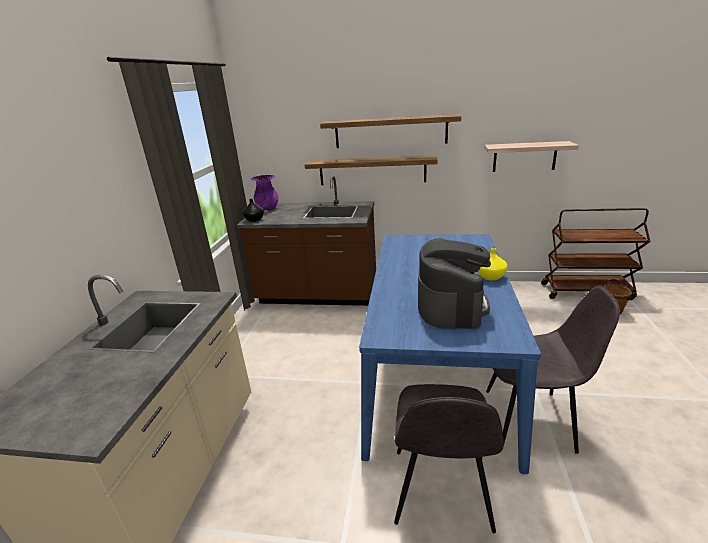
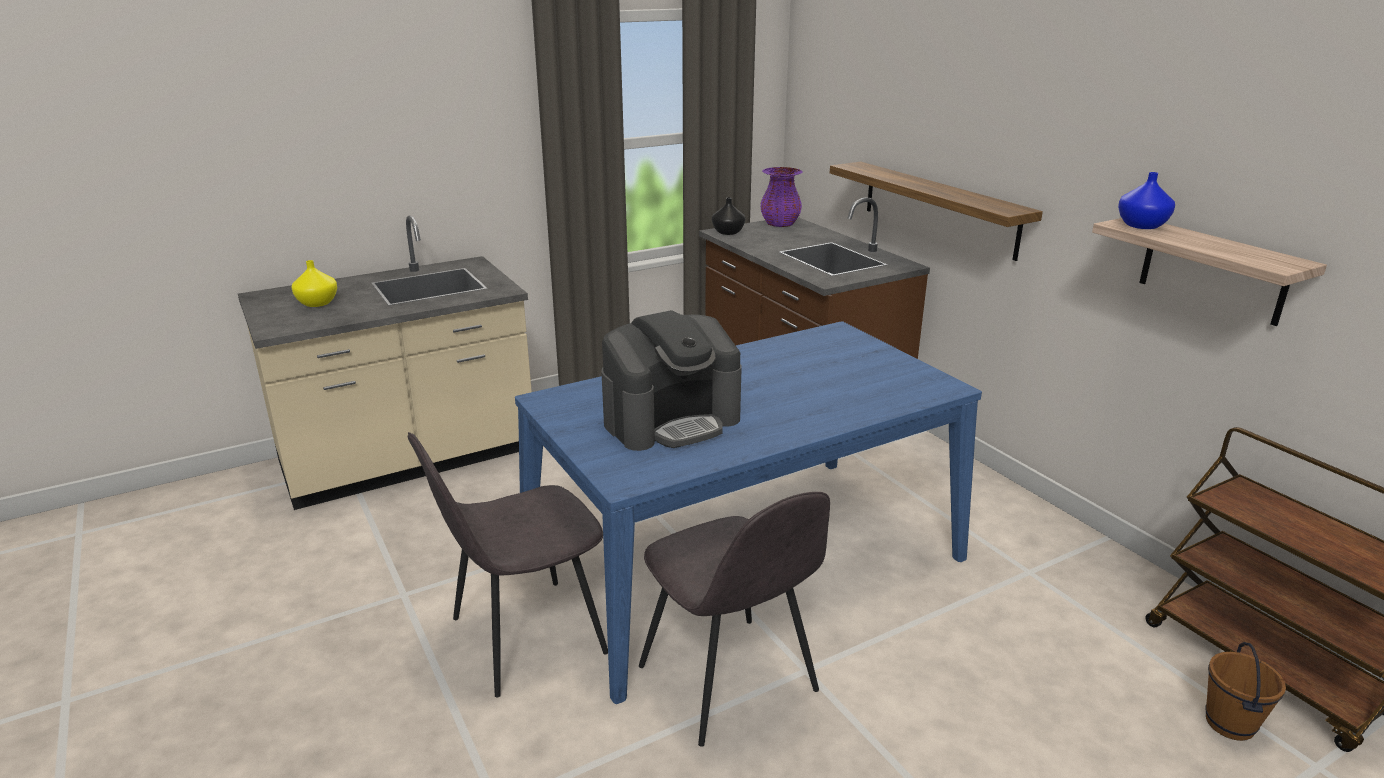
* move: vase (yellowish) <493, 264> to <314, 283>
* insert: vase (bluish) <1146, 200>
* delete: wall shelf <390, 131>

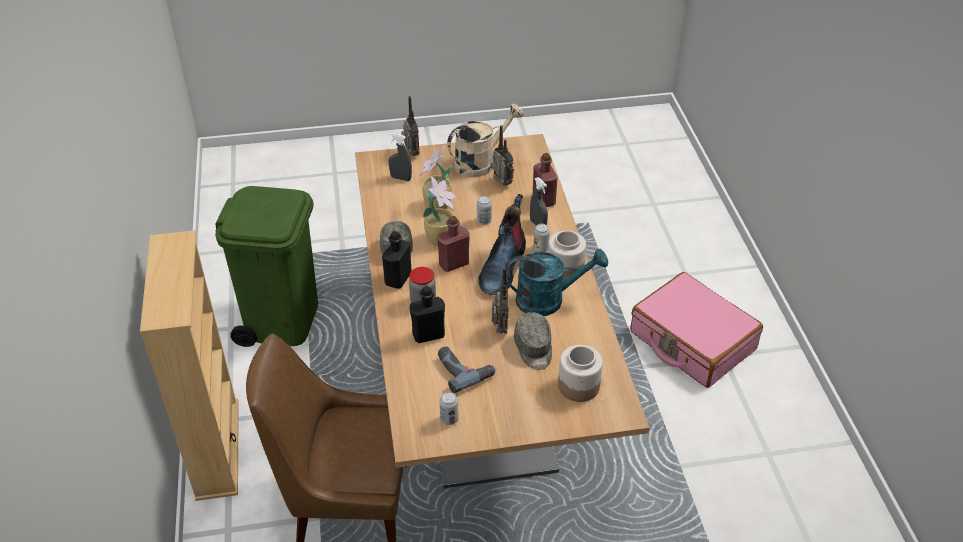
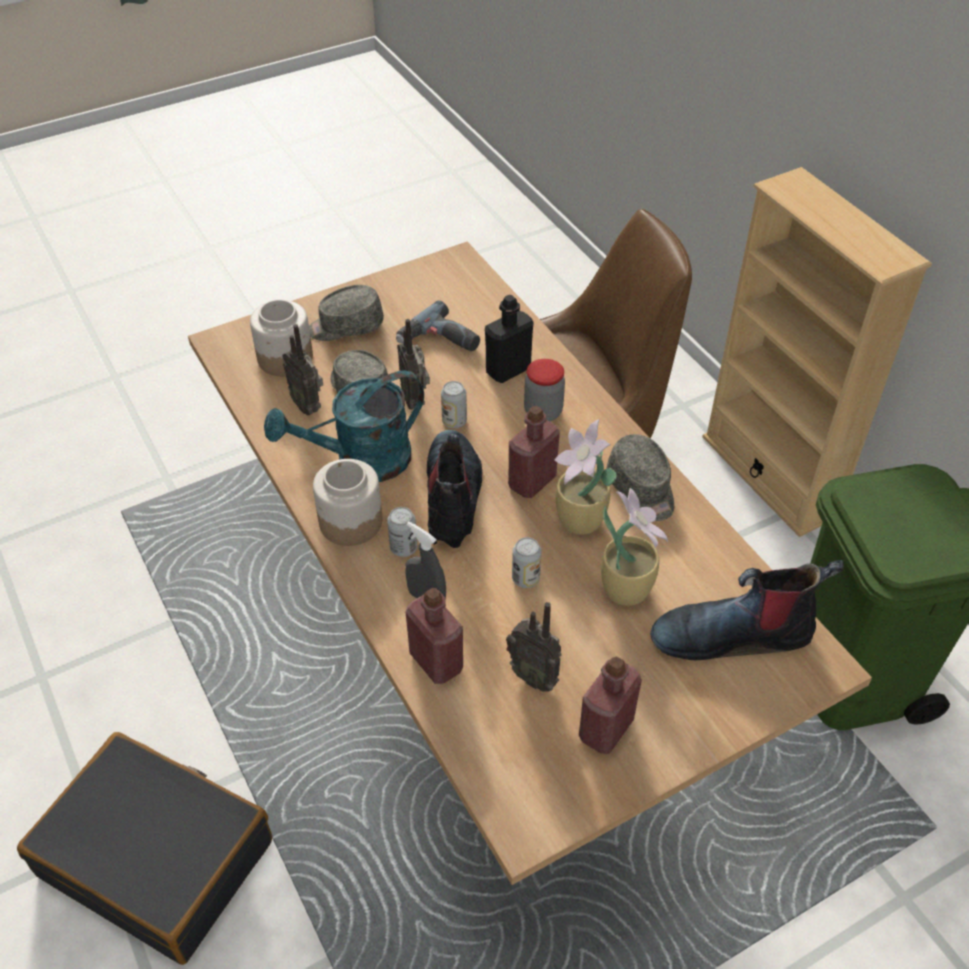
* recolor: suitcase (pink) <697, 330> to suitcase (blackish) <144, 848>
* move: radio <410, 126> to <302, 370>
* insert: baseball cap (greyish) <346, 313>
* move: can <449, 408> to <454, 404>
* replace: watering can (beige) <485, 140> to beverage bottle (red) <610, 705>
* replace: spray bottle (greyish) <400, 157> to tall boot <747, 610>
* delete: beverage bottle (blackish) <397, 260>

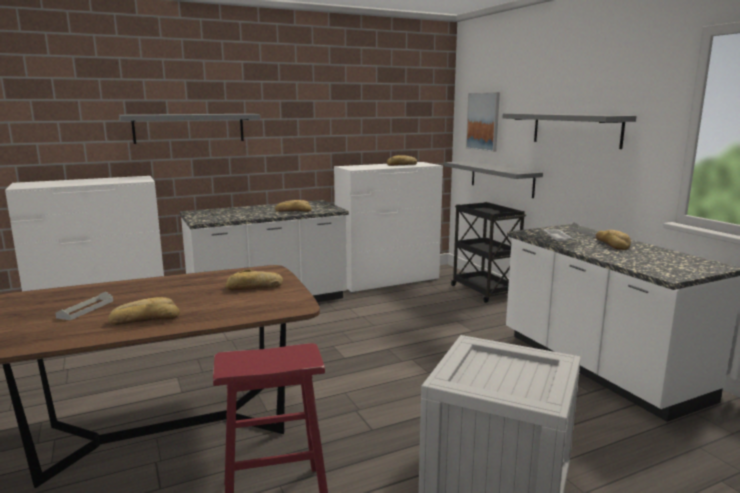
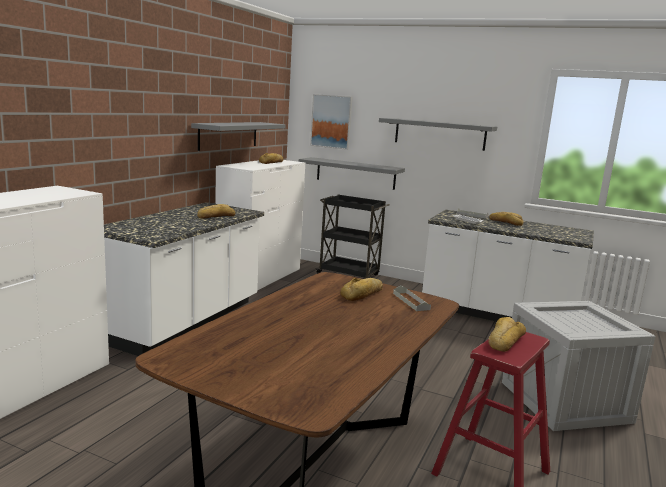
* move: wall shelf (greyish) <190, 129> to <238, 136>
* move: carrying tray (greyish) <84, 306> to <412, 298>
* move: baked bread <144, 311> to <507, 334>

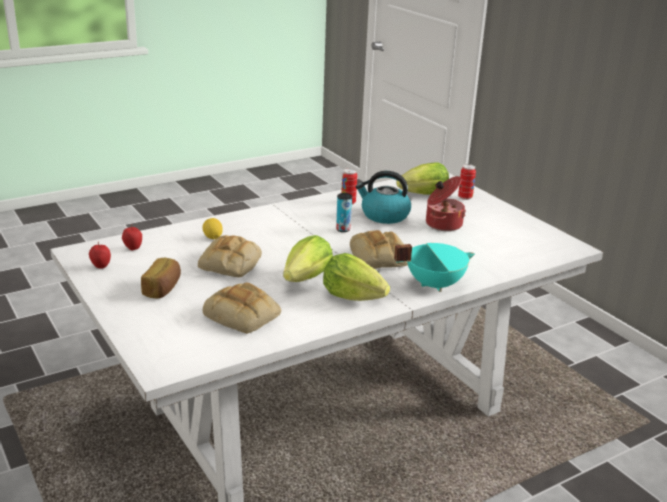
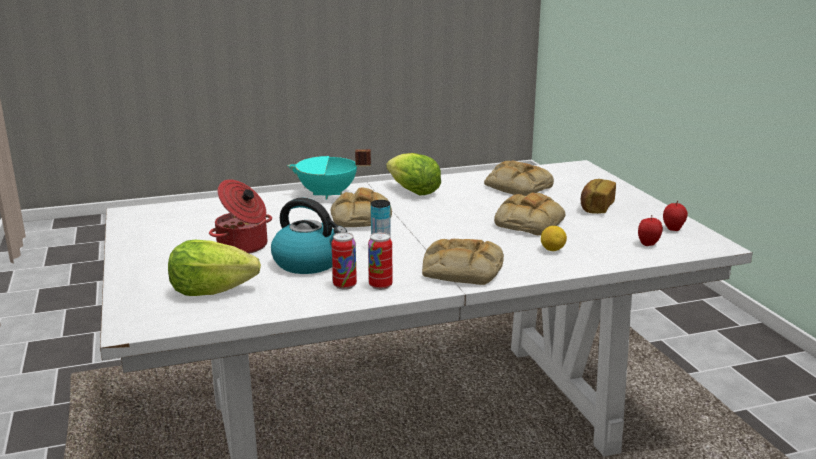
* move: can <467, 182> to <380, 261>
* insert: baked bread <463, 262>
* delete: lettuce head <308, 258>

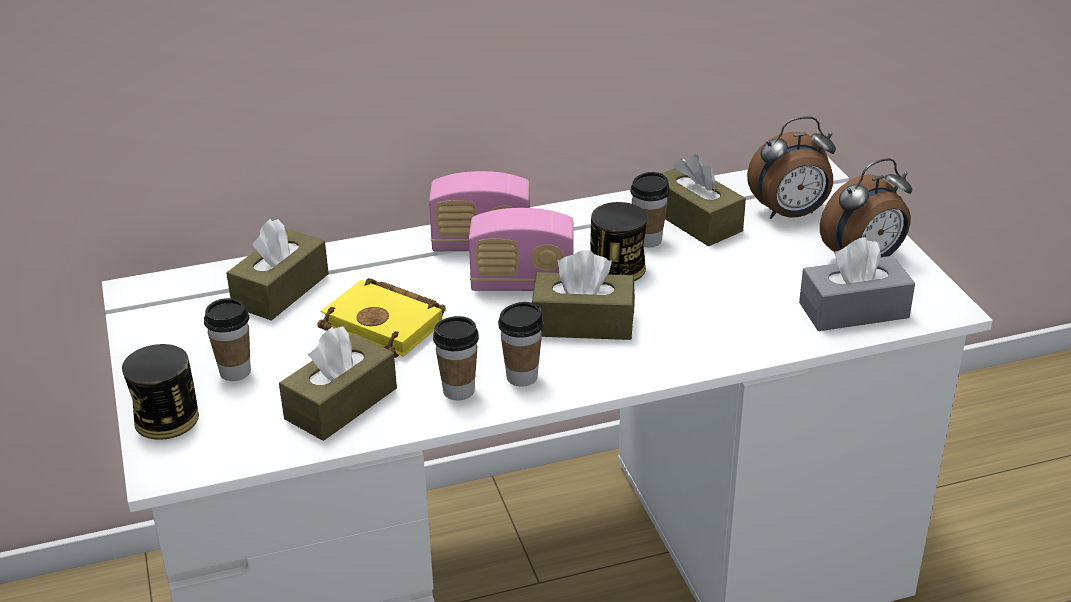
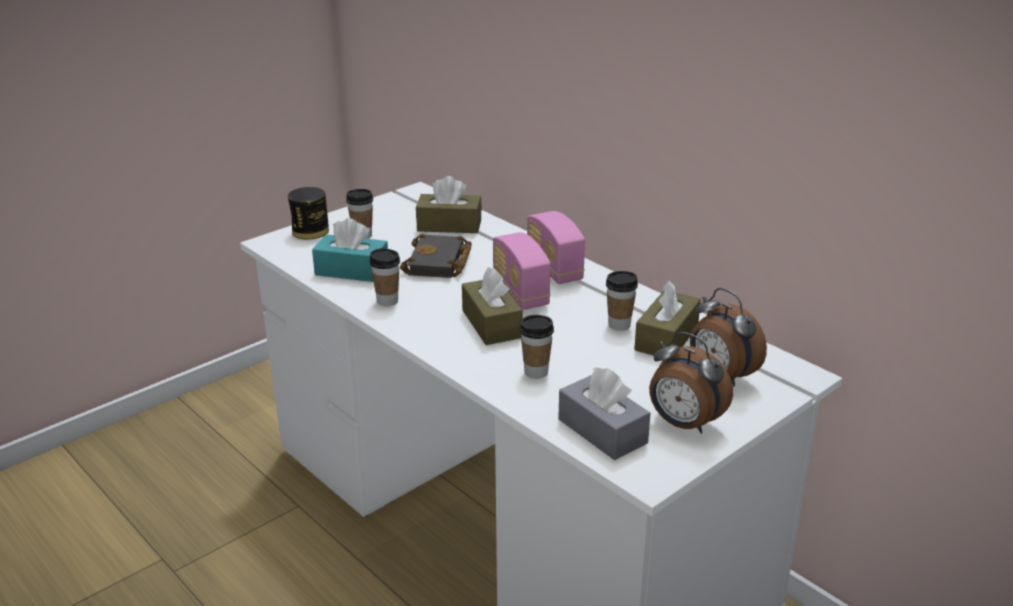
* recolor: tissue holder (brown-coloured) <338, 384> to tissue holder (blue-green) <350, 250>
* recolor: volume (yellowish) <381, 318> to volume (blackish) <436, 256>
* move: drinking cup <521, 344> to <537, 347>
* delete: can <619, 241>

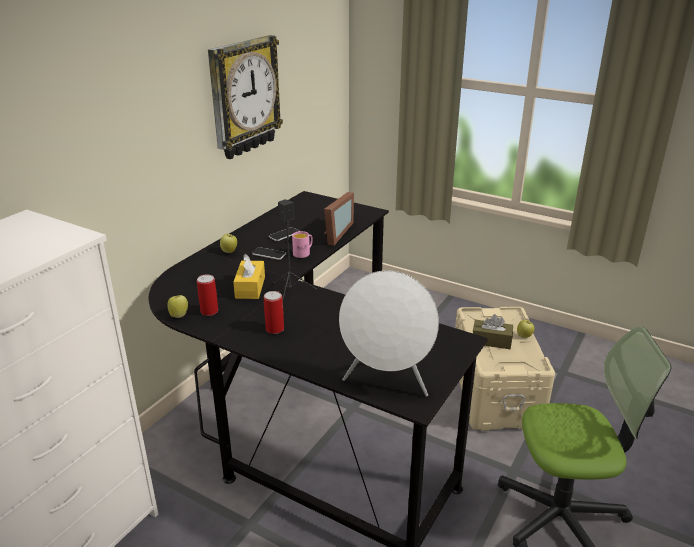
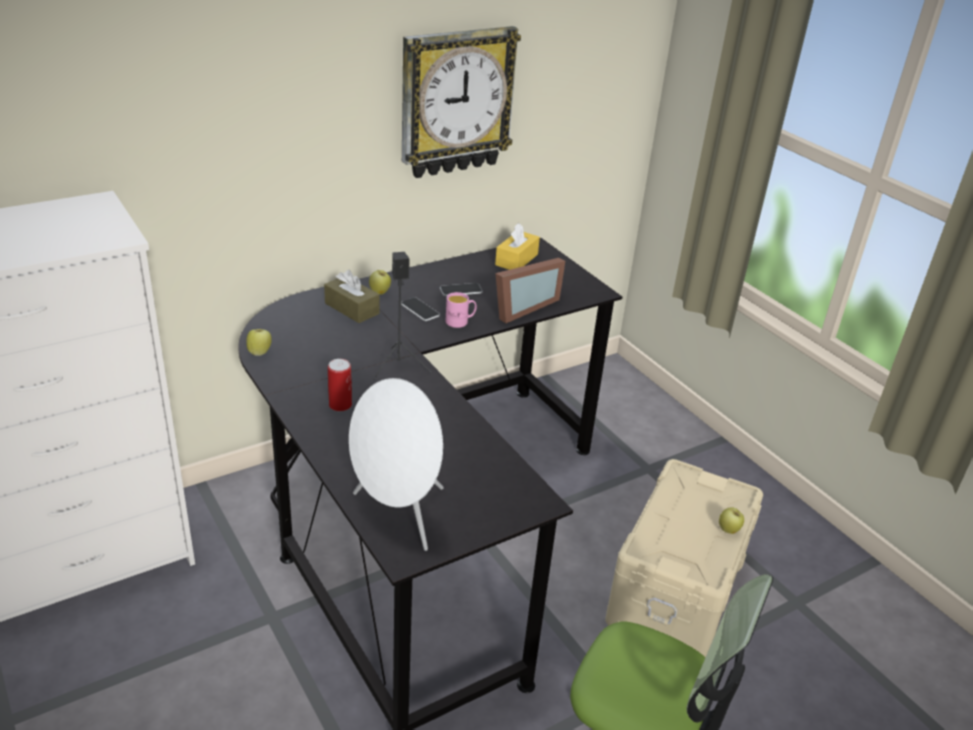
* move: tissue holder (brown-coloured) <493, 331> to <352, 296>
* move: tissue holder (yellowish) <249, 276> to <517, 246>
* delete: can <207, 295>

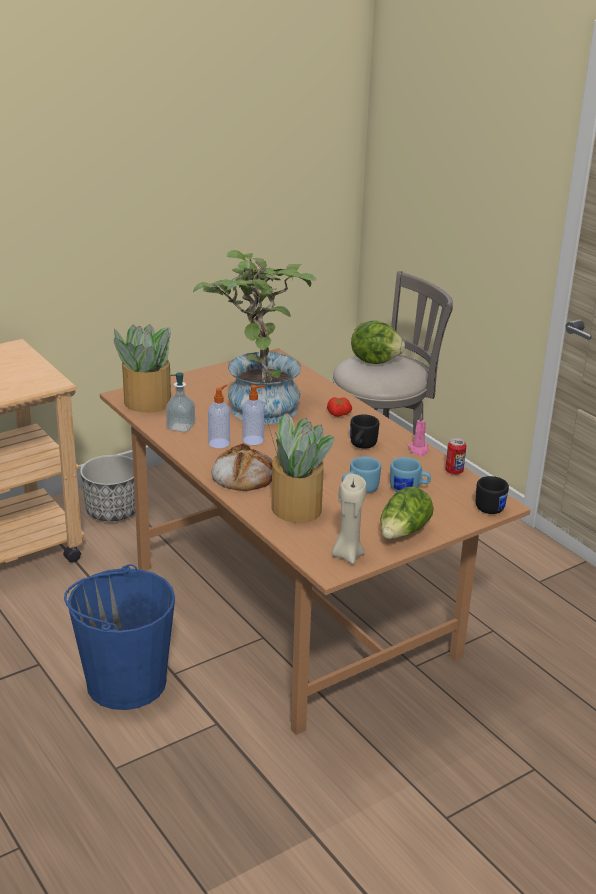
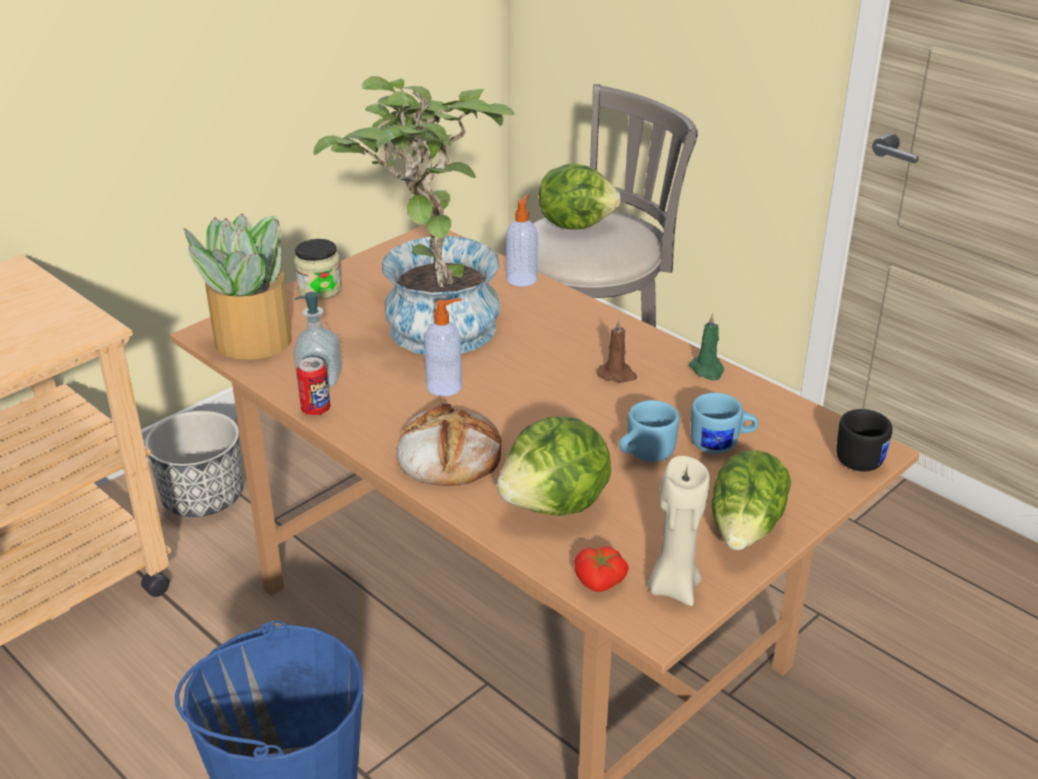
* insert: storage jar <318, 269>
* move: can <455, 456> to <313, 386>
* replace: plant in a pot <301, 468> to lettuce head <554, 466>
* move: liquid soap bottle <219, 416> to <522, 240>
* move: fresh tomato <339, 407> to <601, 569>
* replace: coffee mug (blackish) <364, 431> to wax candle (brown-coloured) <617, 350>
* recolor: wax candle (pink) <418, 435> to wax candle (green-coloured) <706, 347>

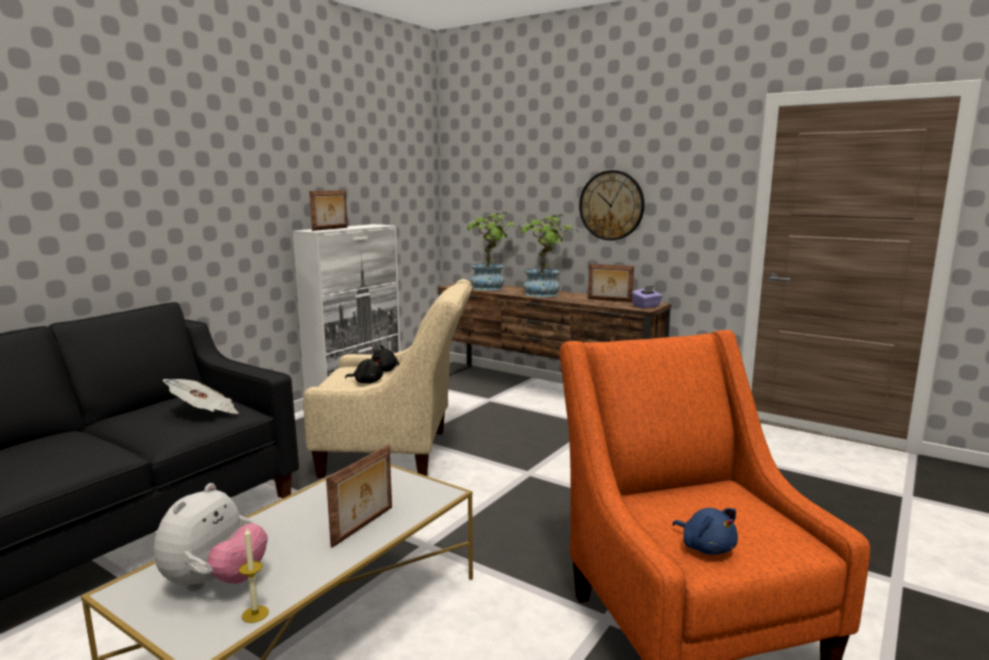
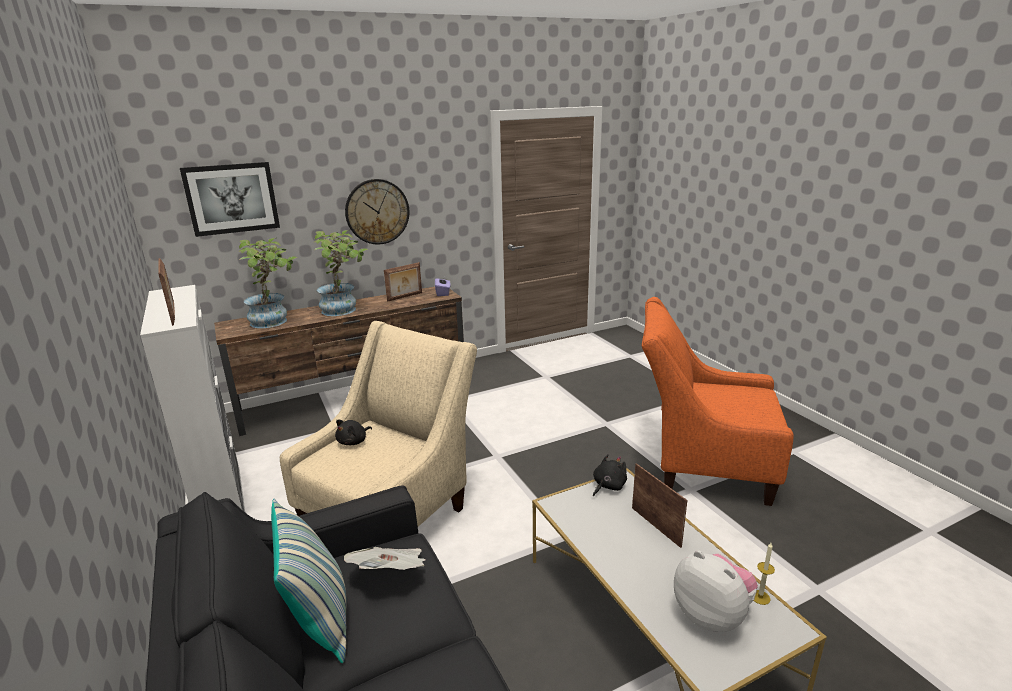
* insert: picture <230, 199>
* insert: throw pillow <308, 581>
* move: soft toy (blackish) <364, 369> to <610, 475>
* delete: soft toy (bluish) <705, 531>

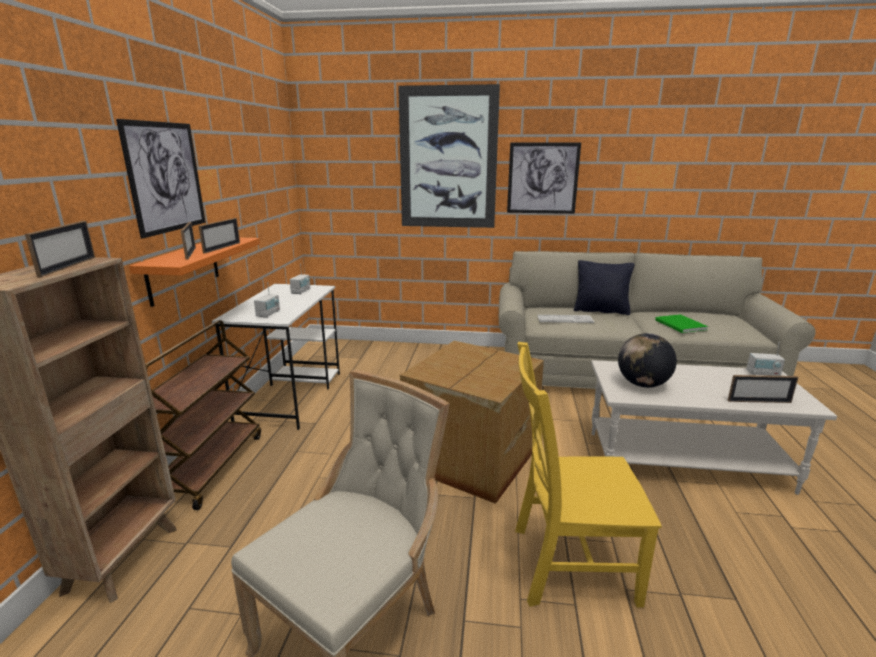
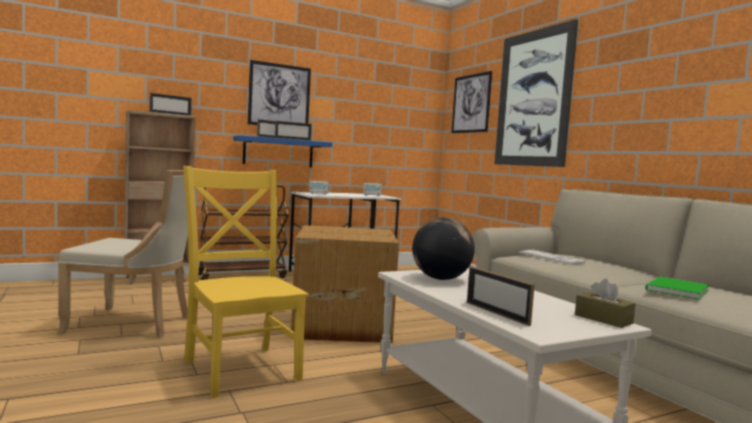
* recolor: wall shelf (orangey) <194, 272> to wall shelf (bluish) <282, 151>
* move: picture <544, 178> to <471, 102>
* replace: radio <765, 359> to tissue holder (brown-coloured) <605, 303>
* delete: throw pillow (blackish) <604, 287>

